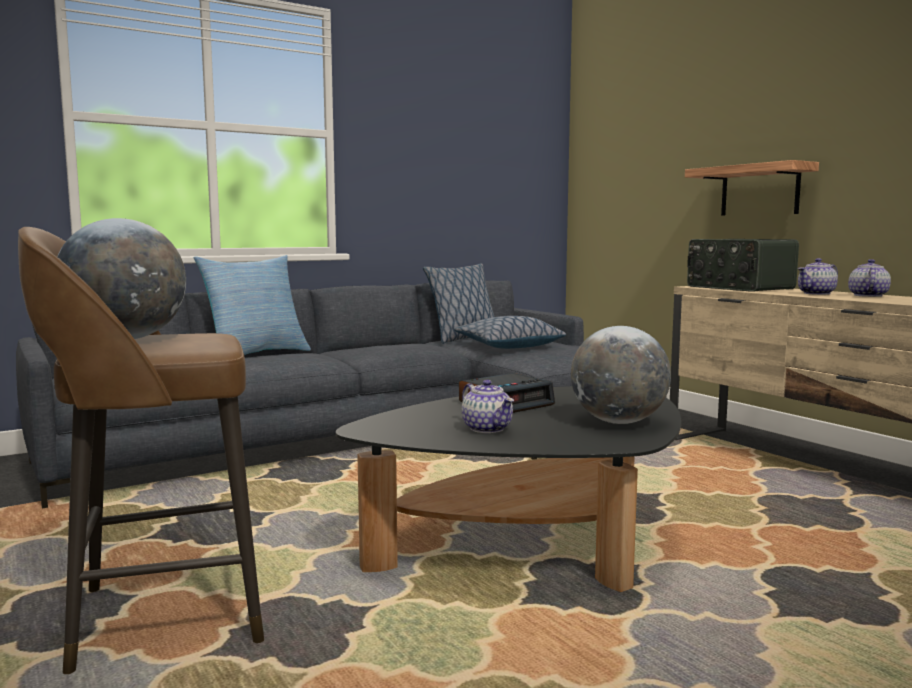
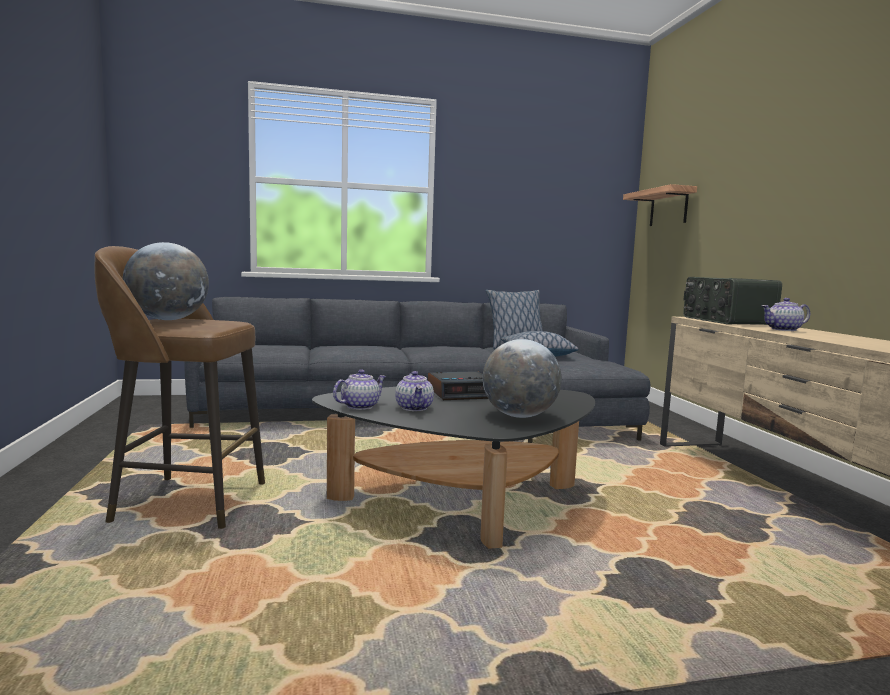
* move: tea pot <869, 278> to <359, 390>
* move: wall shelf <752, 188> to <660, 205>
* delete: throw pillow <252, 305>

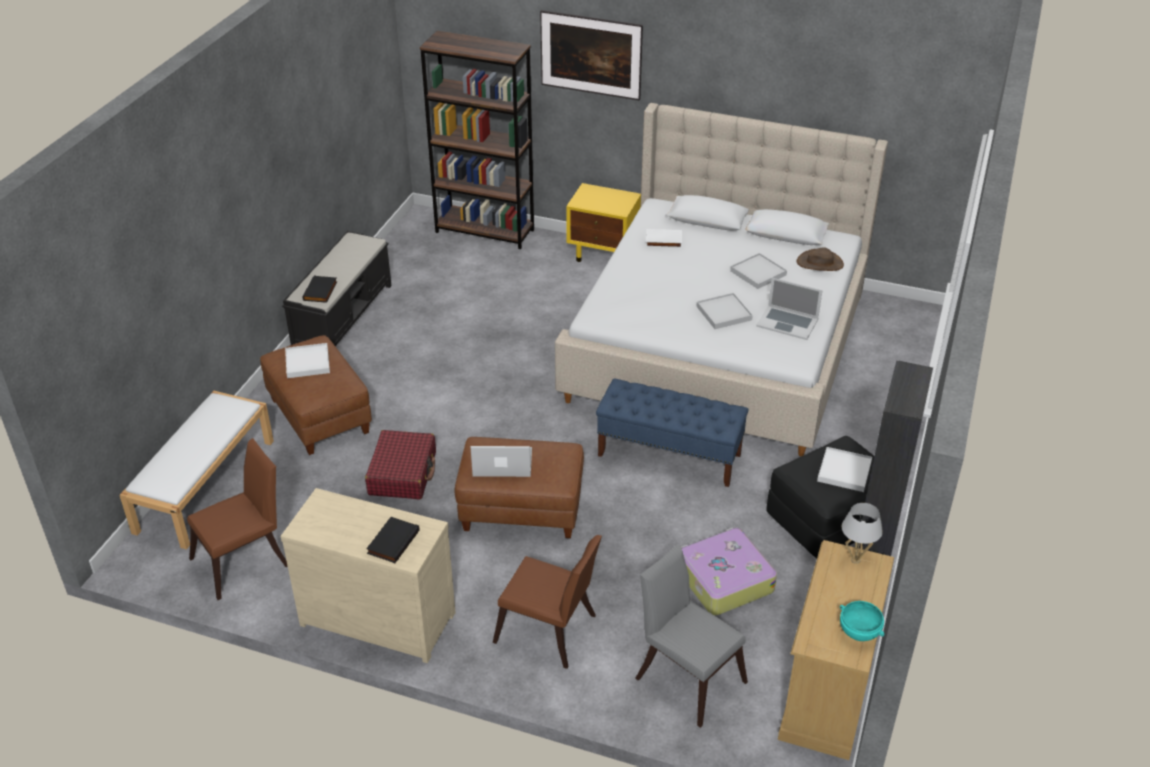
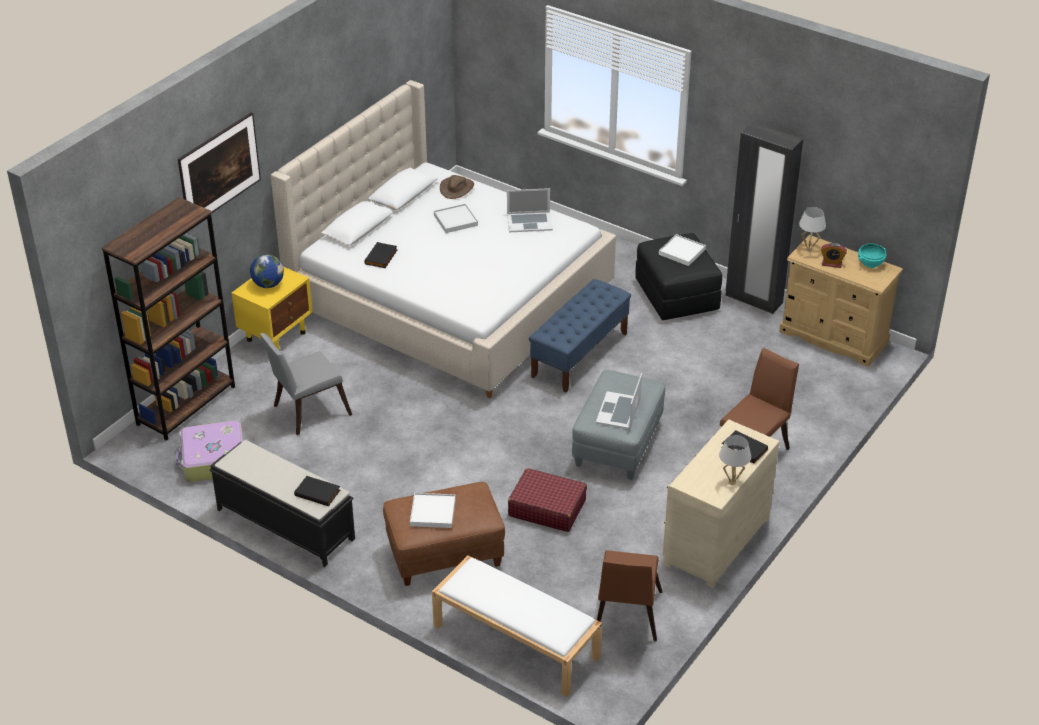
* move: suitcase <729, 571> to <209, 451>
* insert: desk globe <267, 271>
* move: upright chair (greyish) <691, 636> to <306, 384>
* recolor: volume (whitish) <664, 238> to volume (blackish) <380, 255>
* rotate: notebook computer <789, 309> = <530, 210> 45 degrees clockwise
* recolor: ottoman (brown-coloured) <519, 487> to ottoman (greyish) <618, 425>
* rotate: upright chair (brown-coloured) <237, 519> = <629, 595> 150 degrees counterclockwise
* insert: table lamp (whitish) <735, 460>
* insert: alarm clock <834, 255>
* delete: carrying tray (whitish) <724, 311>

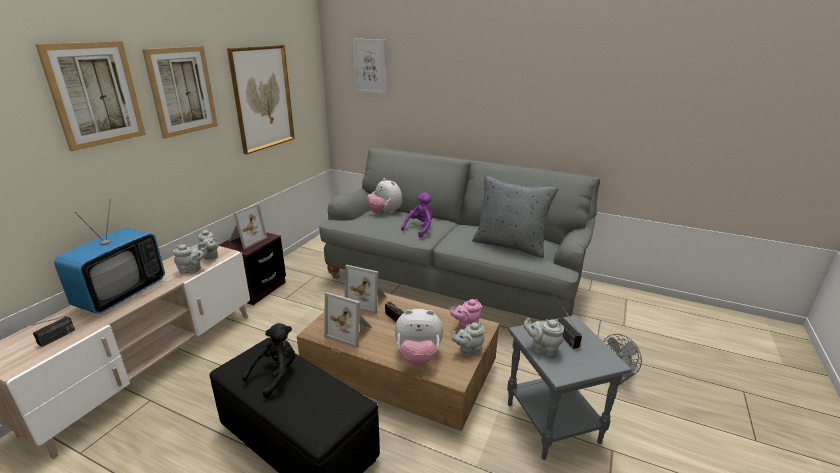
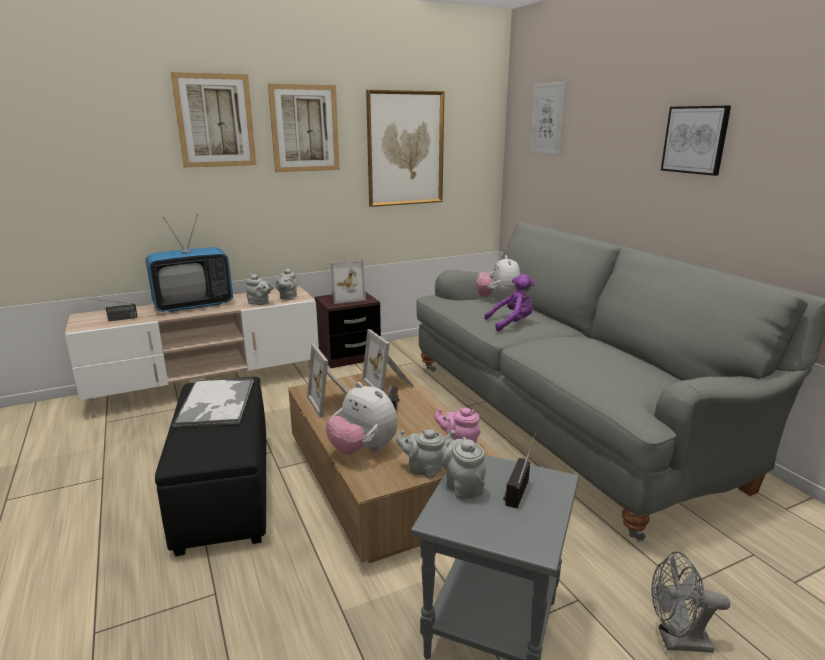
* replace: soft toy (blackish) <268, 360> to carrying tray <213, 402>
* insert: picture <696, 141>
* delete: throw pillow (greyish) <515, 217>

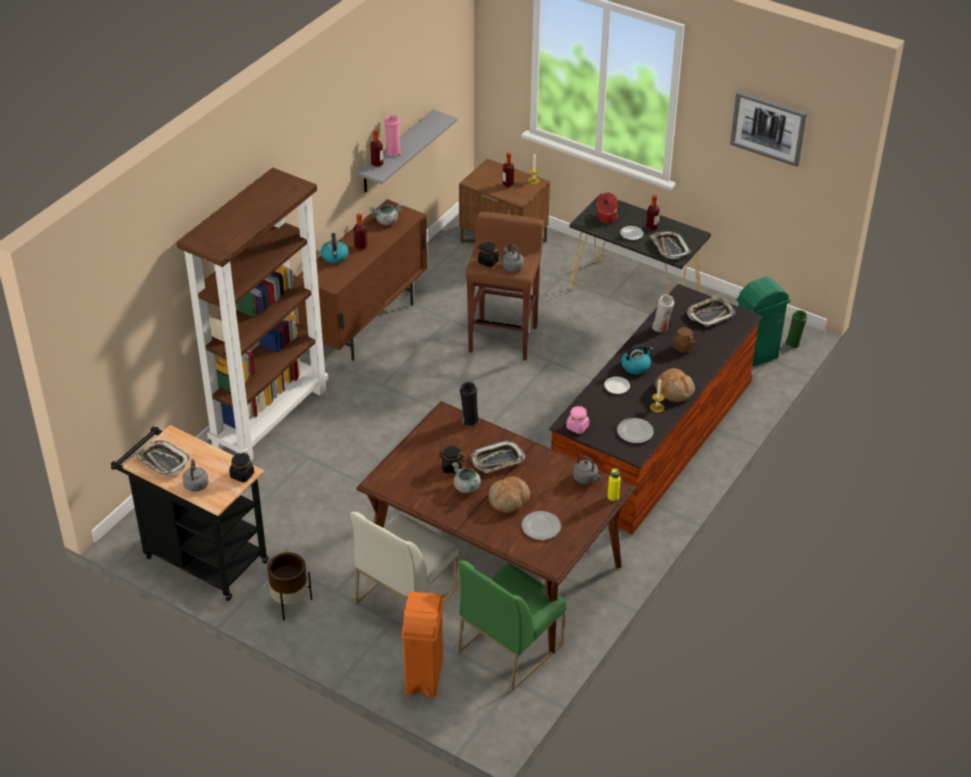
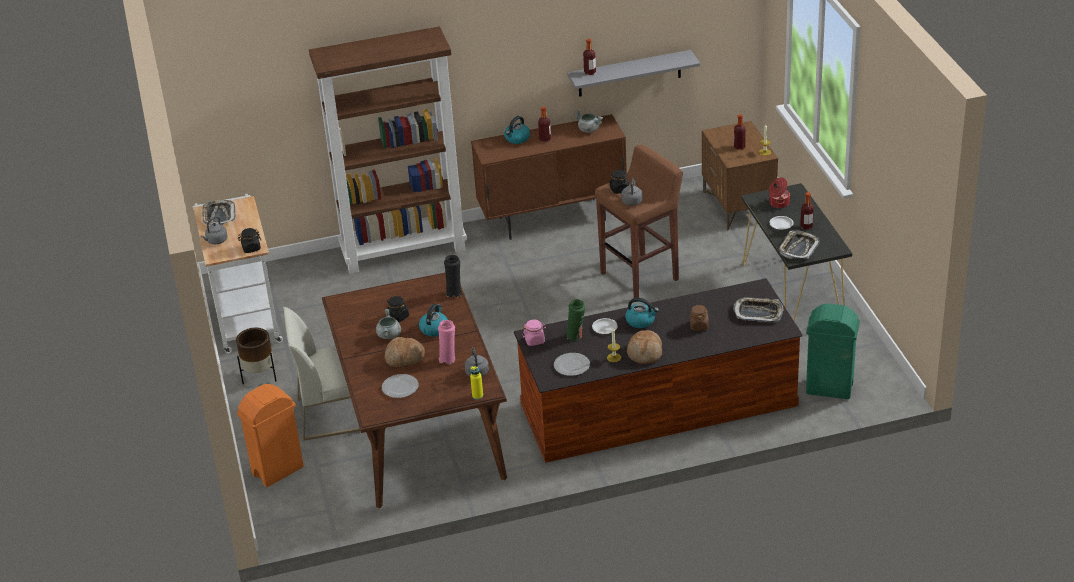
* recolor: trolley (blackish) <190, 513> to trolley (whitish) <238, 273>
* replace: carrying tray <497, 456> to water kettle <433, 320>
* move: vase (pink) <392, 135> to <446, 342>
* move: vase (green-coloured) <796, 329> to <575, 320>
* delete: upright chair (green-coloured) <512, 625>
* delete: vase (whitish) <663, 313>
* delete: picture <768, 129>

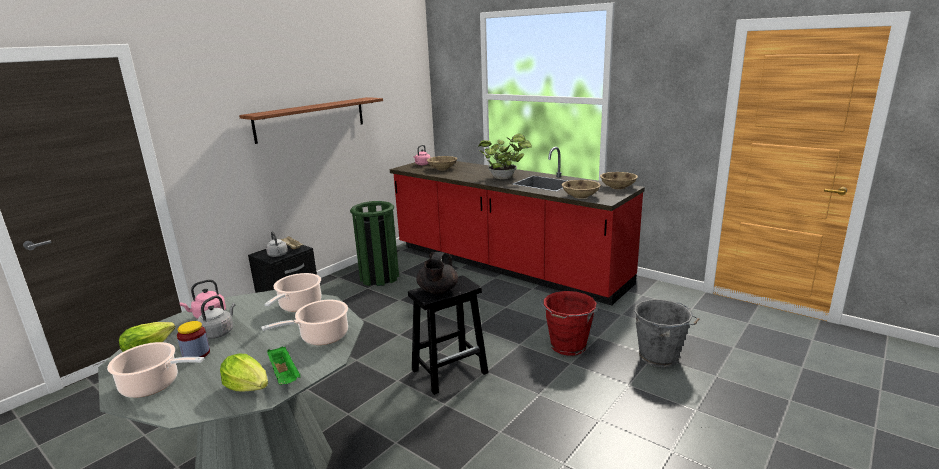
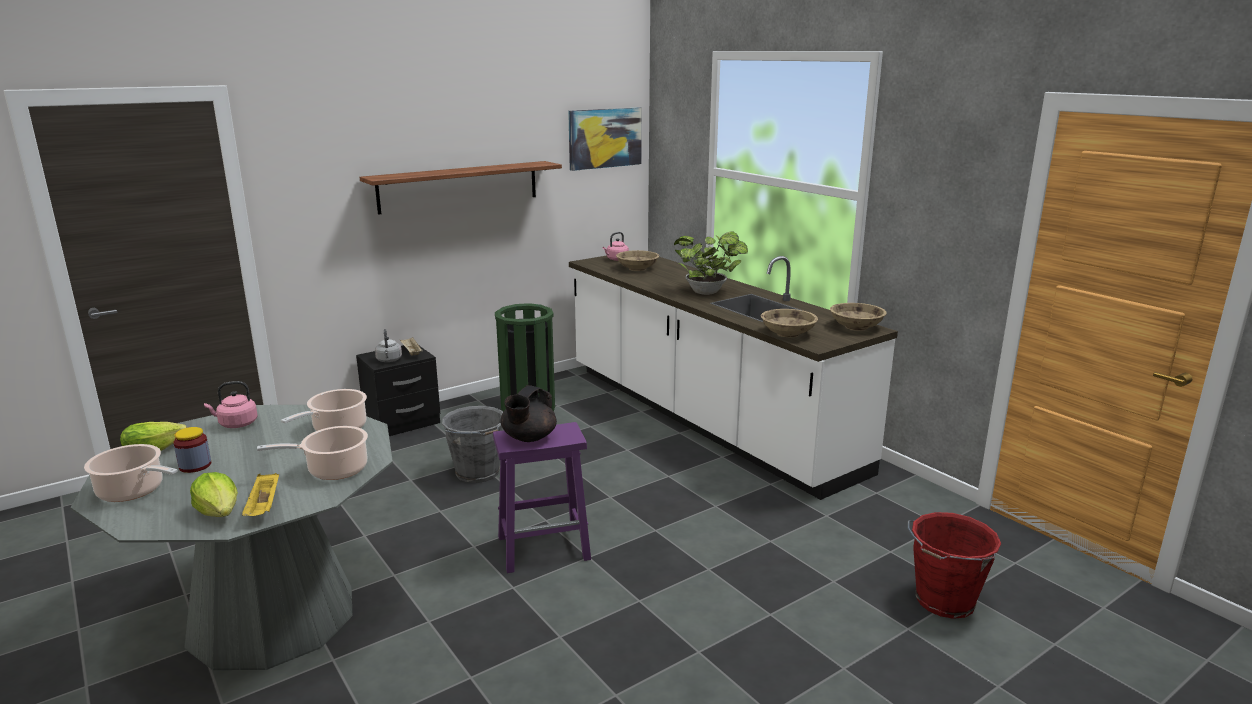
* recolor: carrying tray (green-coloured) <283, 365> to carrying tray (yellowish) <260, 494>
* move: pail (greyish) <666, 333> to <473, 444>
* recolor: stool seat (blackish) <448, 335> to stool seat (purple) <542, 497>
* insert: picture <605, 139>
* recolor: kitchen counter (red) <517, 226> to kitchen counter (whitish) <733, 375>
* move: pail (red) <568, 323> to <954, 565>
* delete: water kettle (greyish) <216, 317>

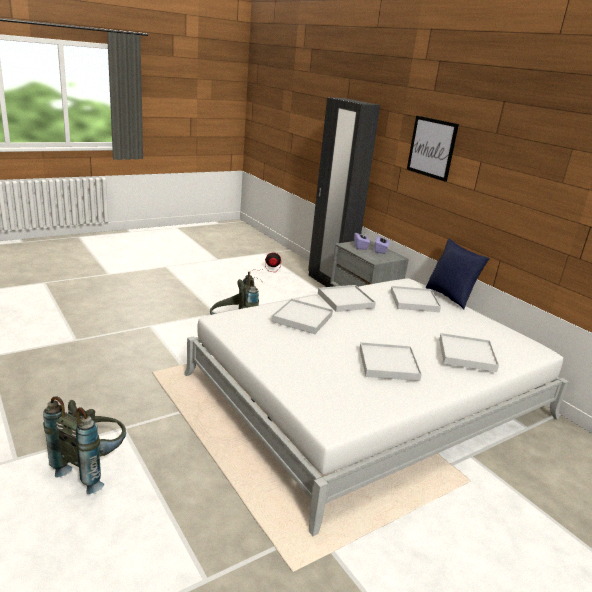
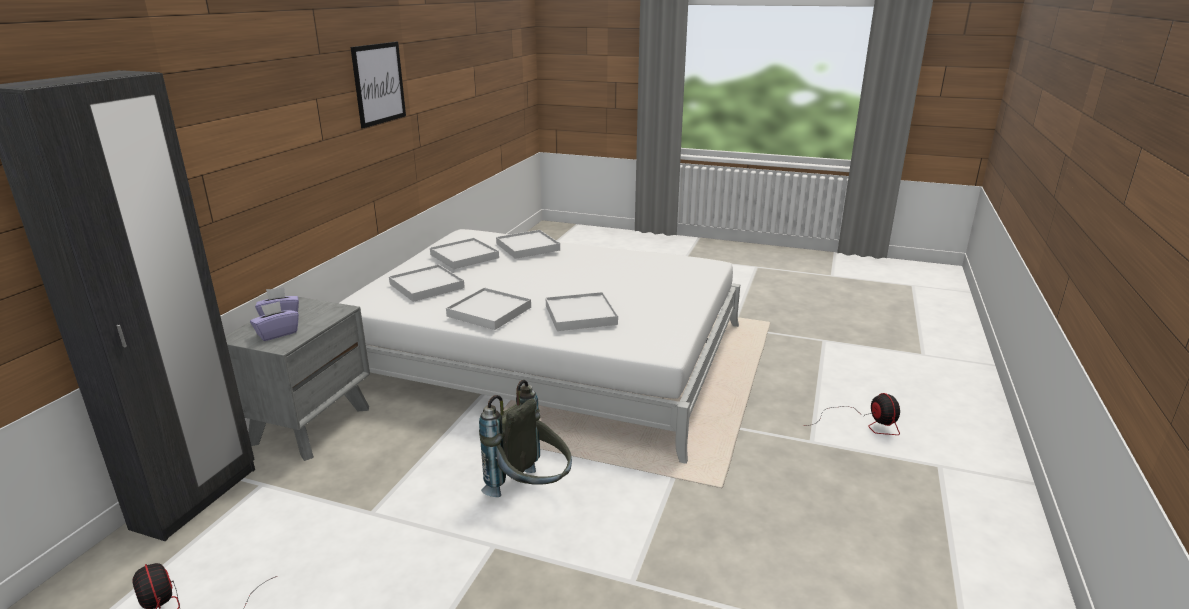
* move: picture <433, 148> to <378, 85>
* move: carrying tray (whitish) <391, 361> to <464, 253>
* replace: backpack (greyish) <84, 445> to cooling fan <852, 414>
* delete: throw pillow (bluish) <458, 274>

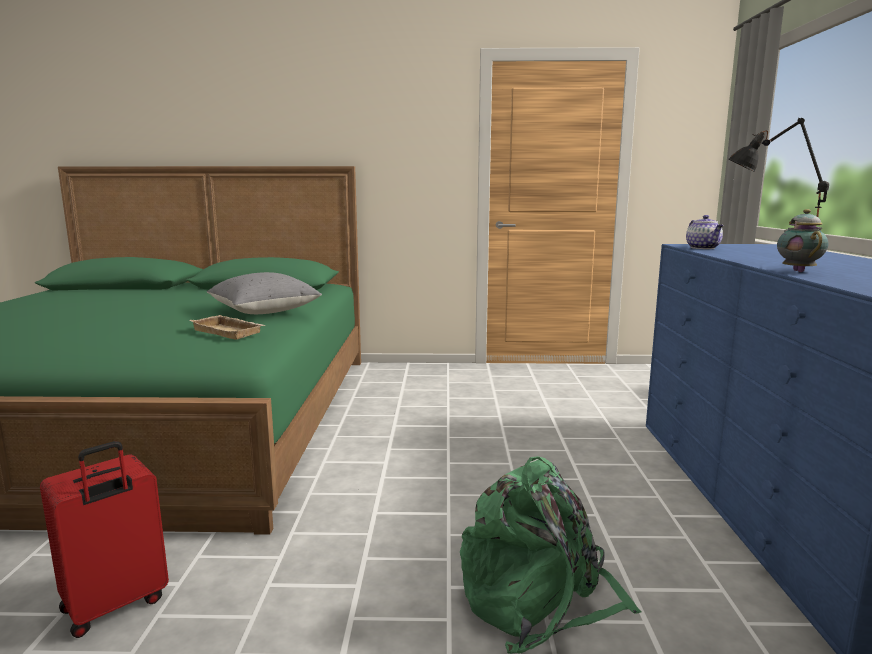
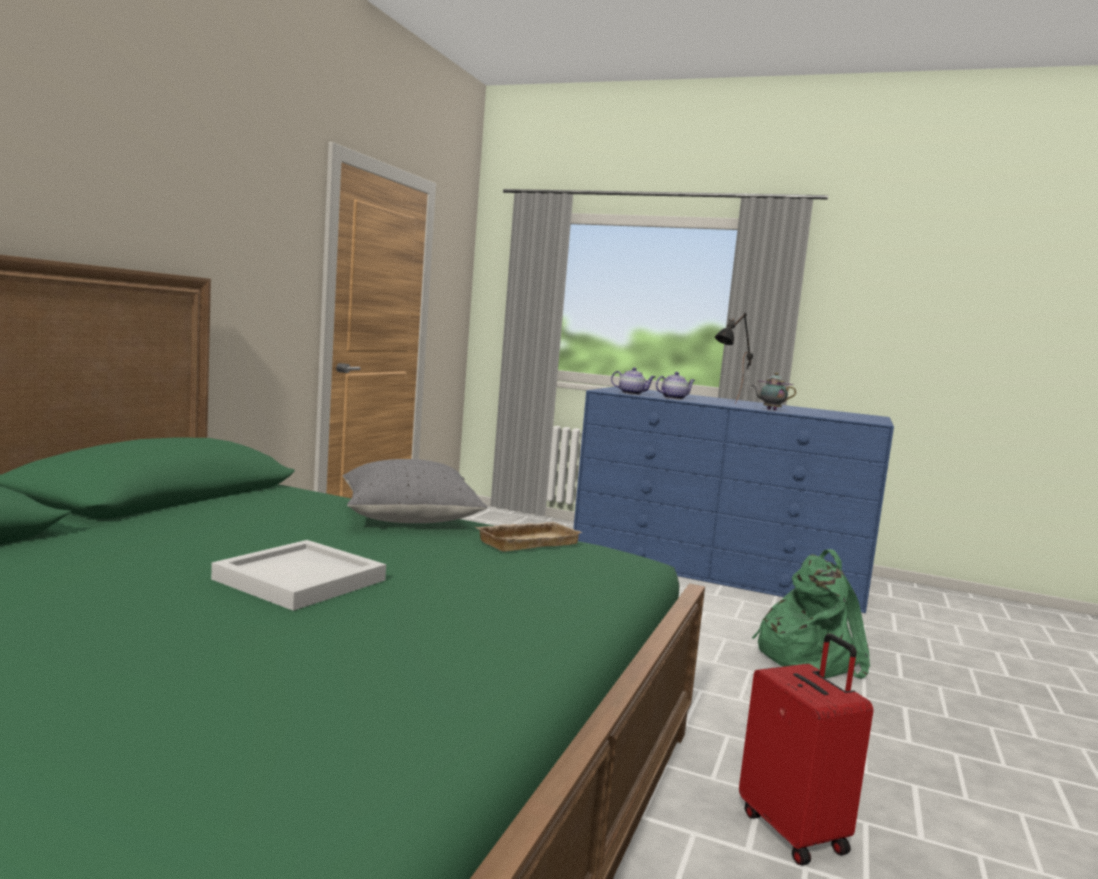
* insert: carrying tray (whitish) <298, 575>
* insert: tea pot <675, 386>

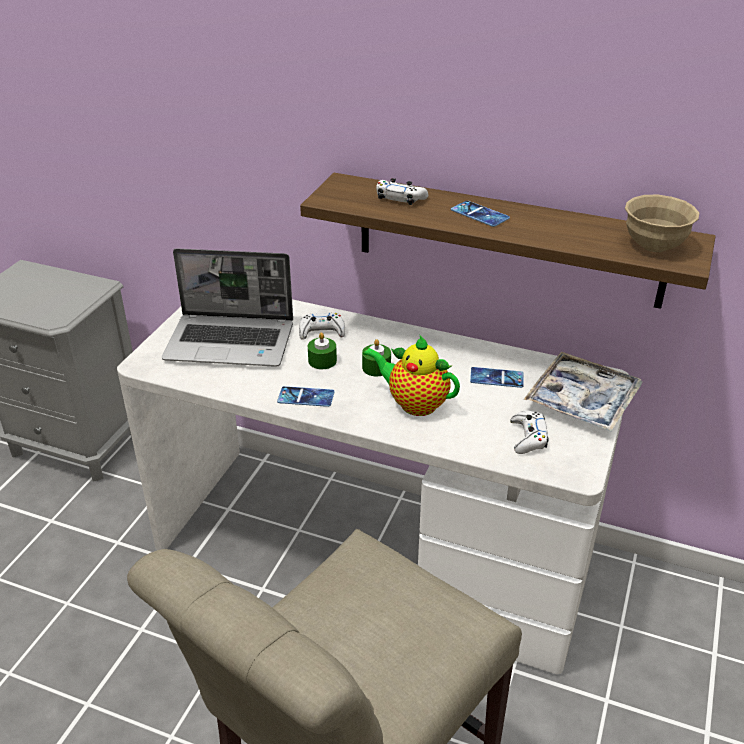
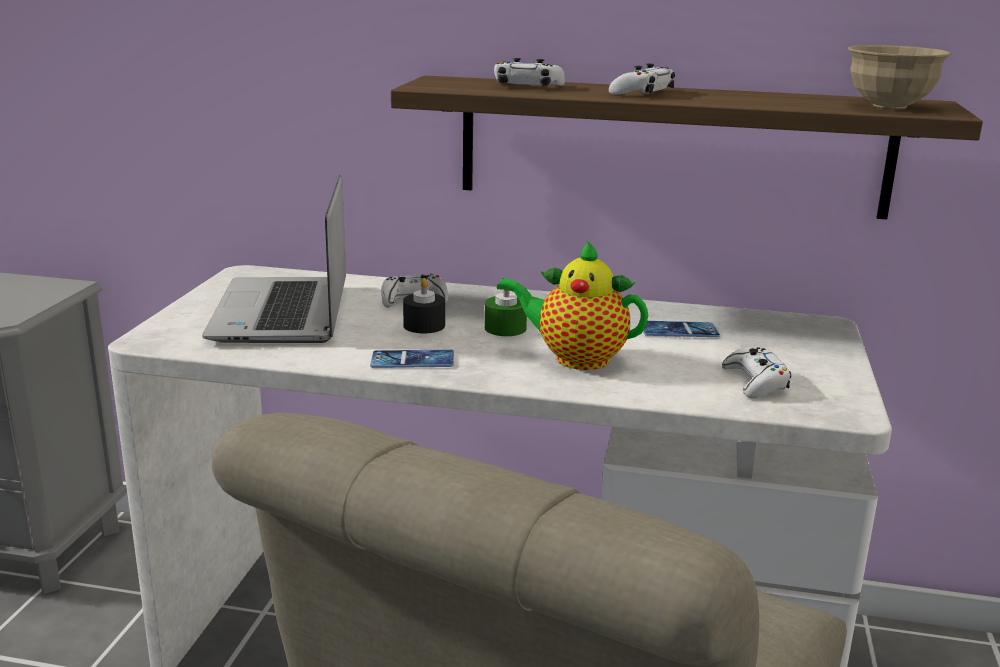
* rotate: notebook computer <227, 307> = <274, 259> 90 degrees clockwise
* recolor: wax candle (green-coloured) <322, 350> to wax candle (blackish) <424, 305>
* replace: handset <480, 214> to joypad (whitish) <642, 79>
* delete: carrying tray <583, 391>

